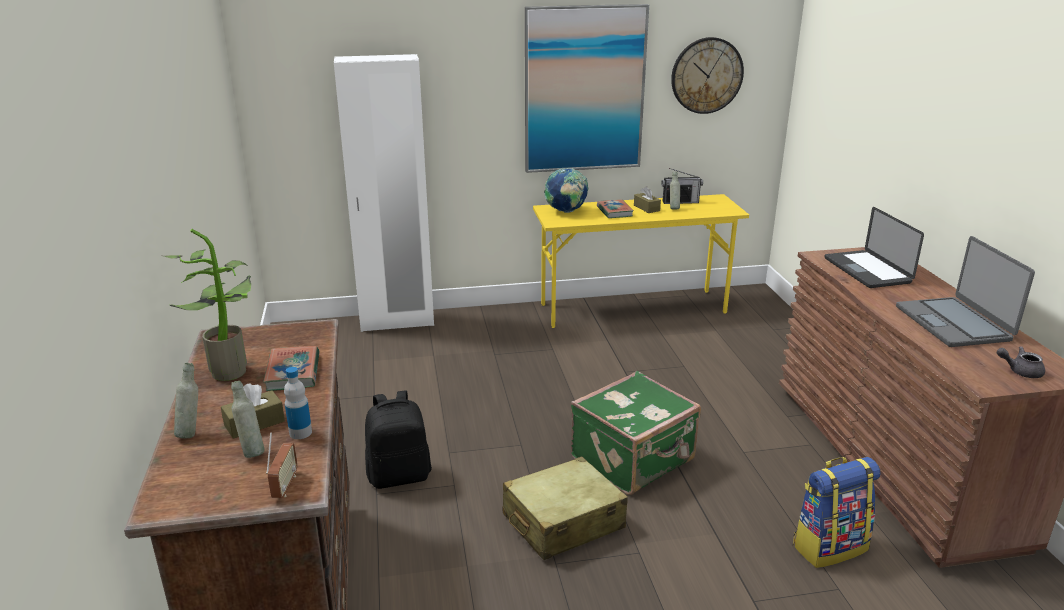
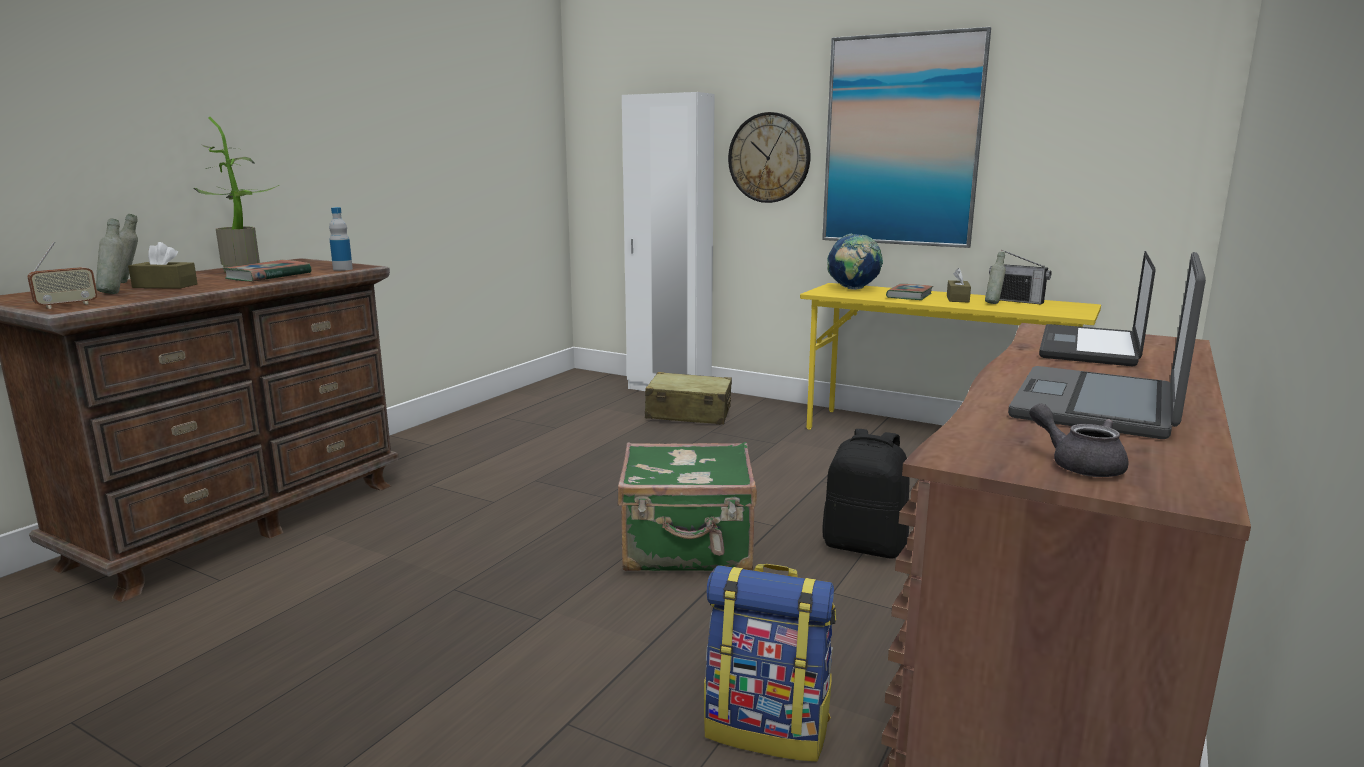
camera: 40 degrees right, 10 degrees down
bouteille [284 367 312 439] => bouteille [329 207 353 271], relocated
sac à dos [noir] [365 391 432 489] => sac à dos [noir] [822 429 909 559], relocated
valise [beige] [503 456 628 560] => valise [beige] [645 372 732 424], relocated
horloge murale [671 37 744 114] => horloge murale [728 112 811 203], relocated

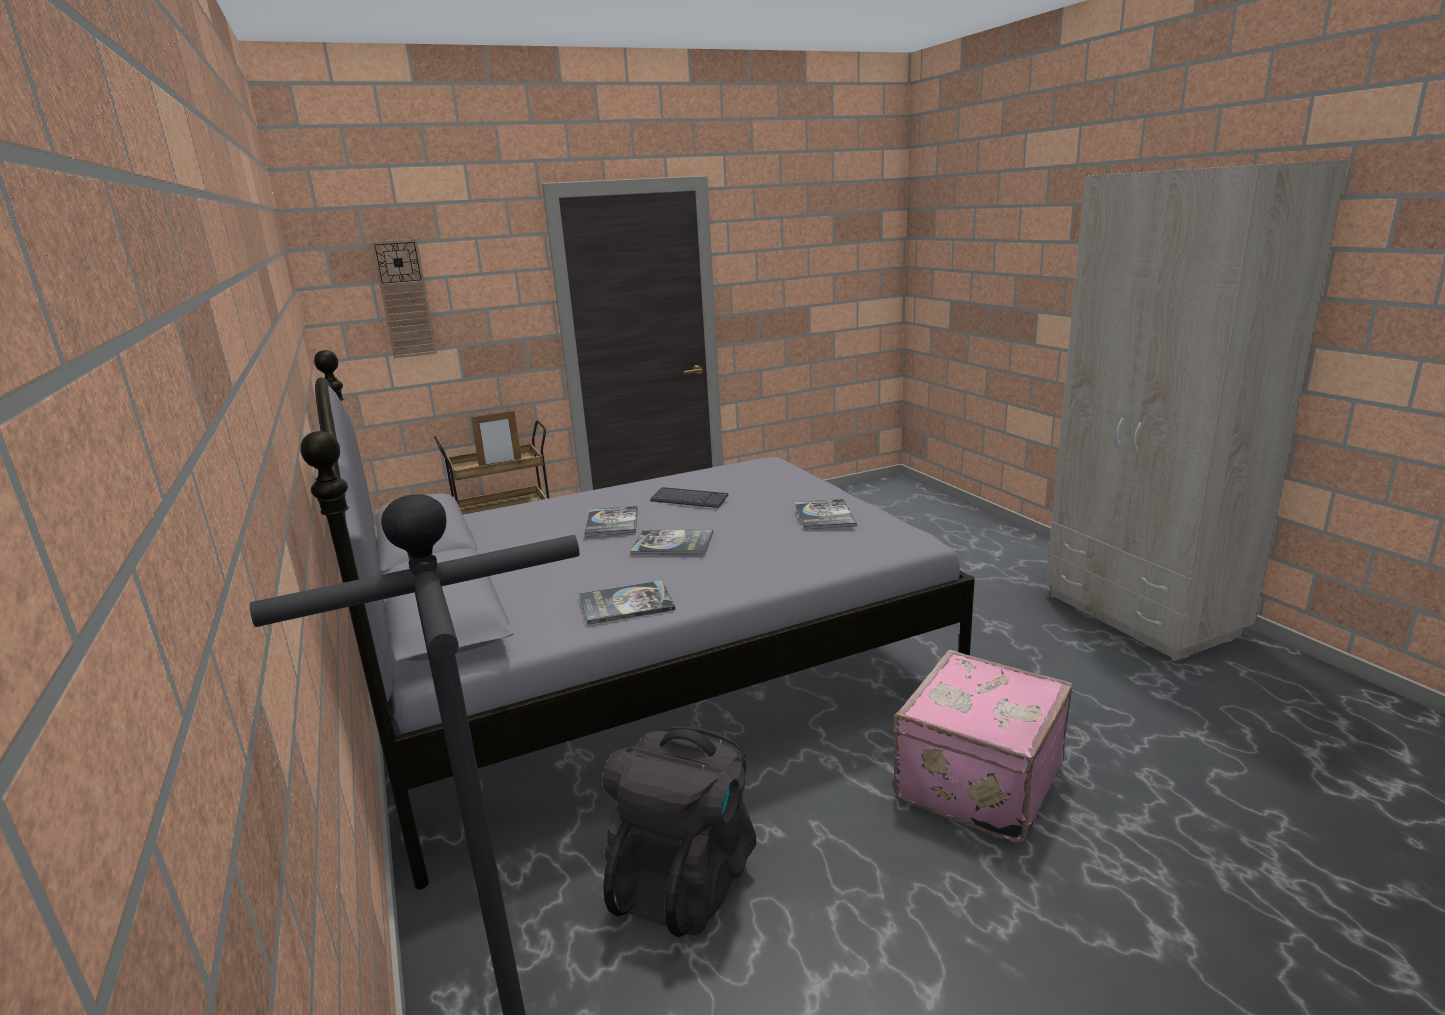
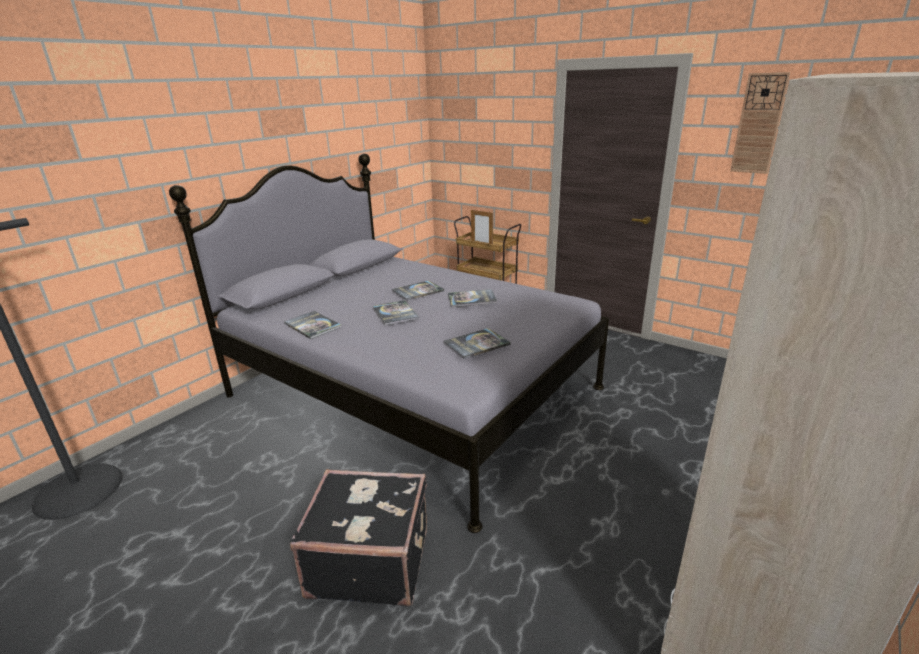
camera: 60 degrees right, 5 degrees up
horloge murale [371 239 437 358] => horloge murale [730 72 790 174], relocated
sac à dos [noir] [602 726 756 937] => nothing
clavier [650 487 729 508] => livre [448 289 497 307]
valise [rose] [893 650 1073 844] => valise [noir] [290 469 427 606]

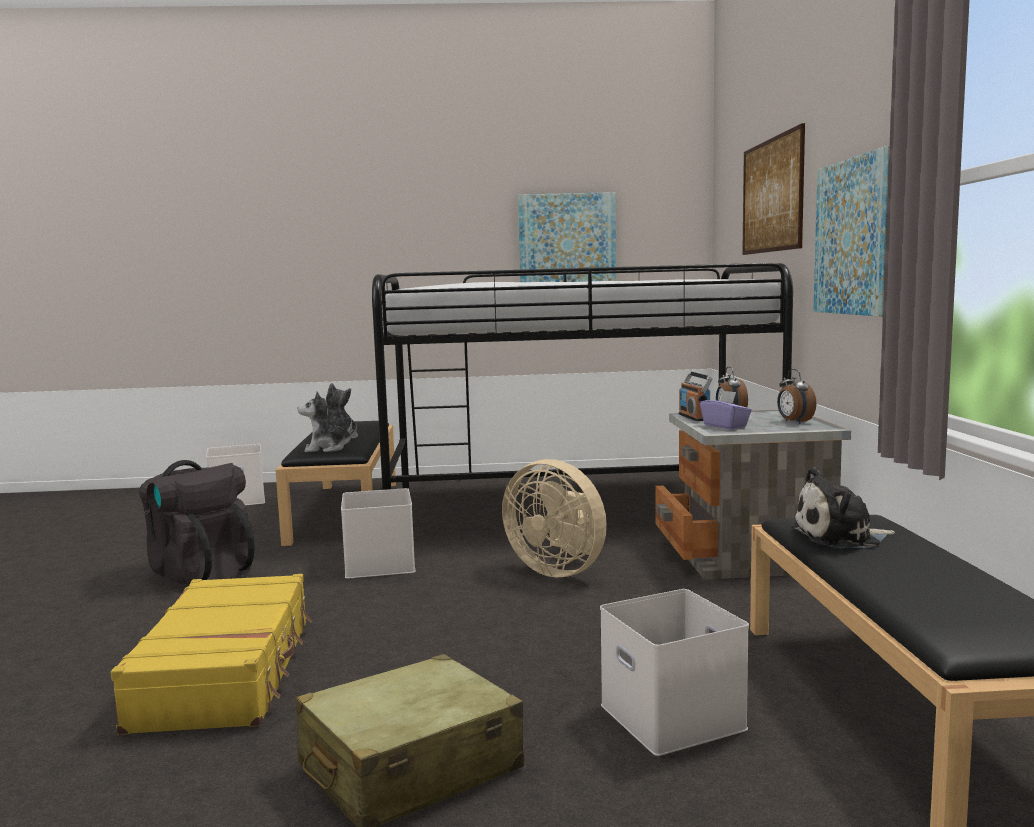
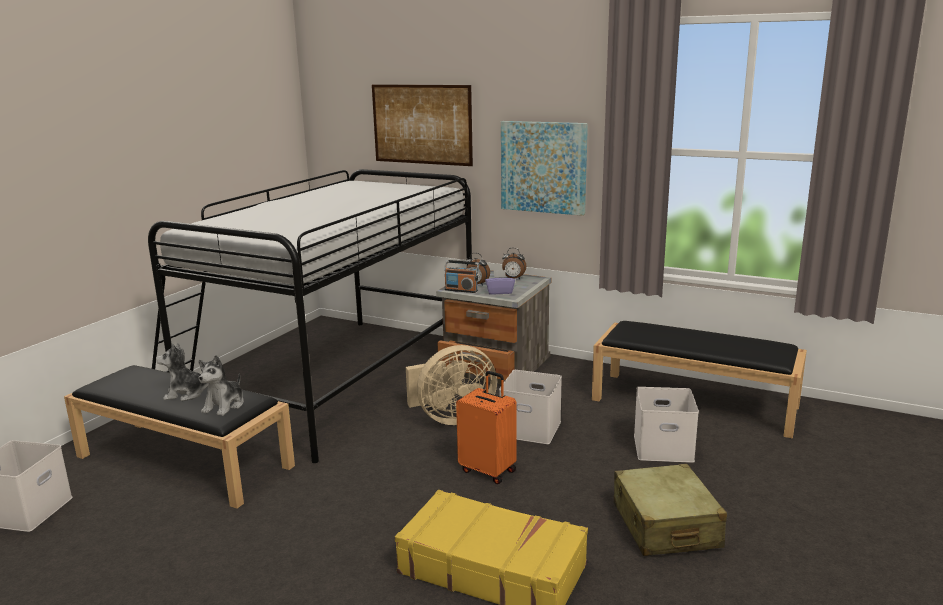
camera: 60 degrees left, 10 degrees up
sac à dos [noir] [139 460 255 585] => nothing
boîte de rangement [blanc] [341 488 415 579] => boîte de rangement [blanc] [499 370 562 444], relocated
tableau [518 192 616 282] => nothing
peluche [791 467 895 548] => nothing
nothing => valise [orange] [456 371 516 484]

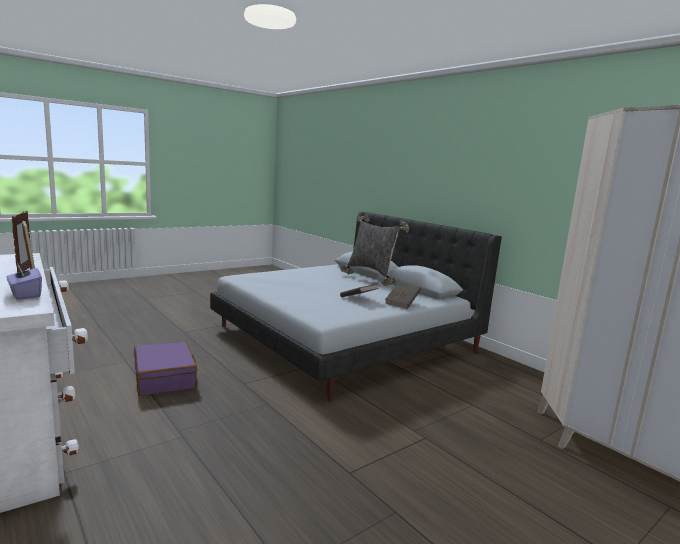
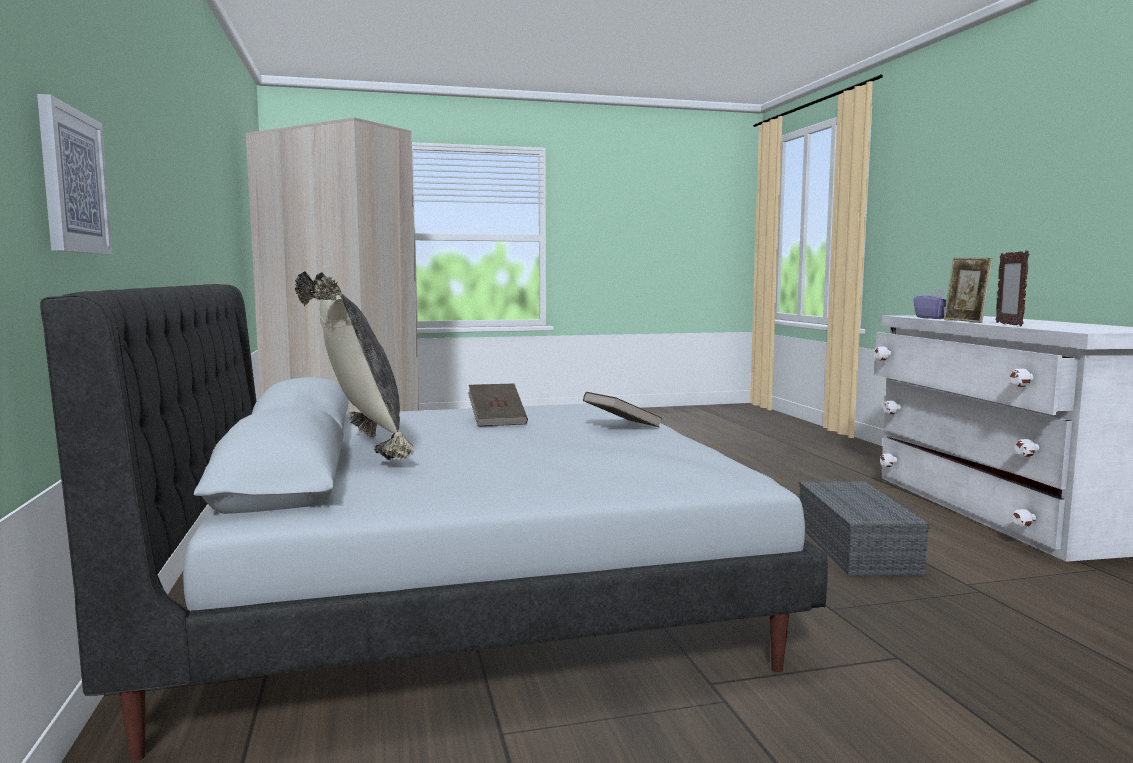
camera: 155 degrees left, 5 degrees down
valise [violet] [134 341 197 396] => boîte de rangement [gris] [799 481 930 575]
livre [marron] [385 282 421 309] => livre [marron] [583 392 663 428], relocated
nothing => tableau [37 94 112 254]

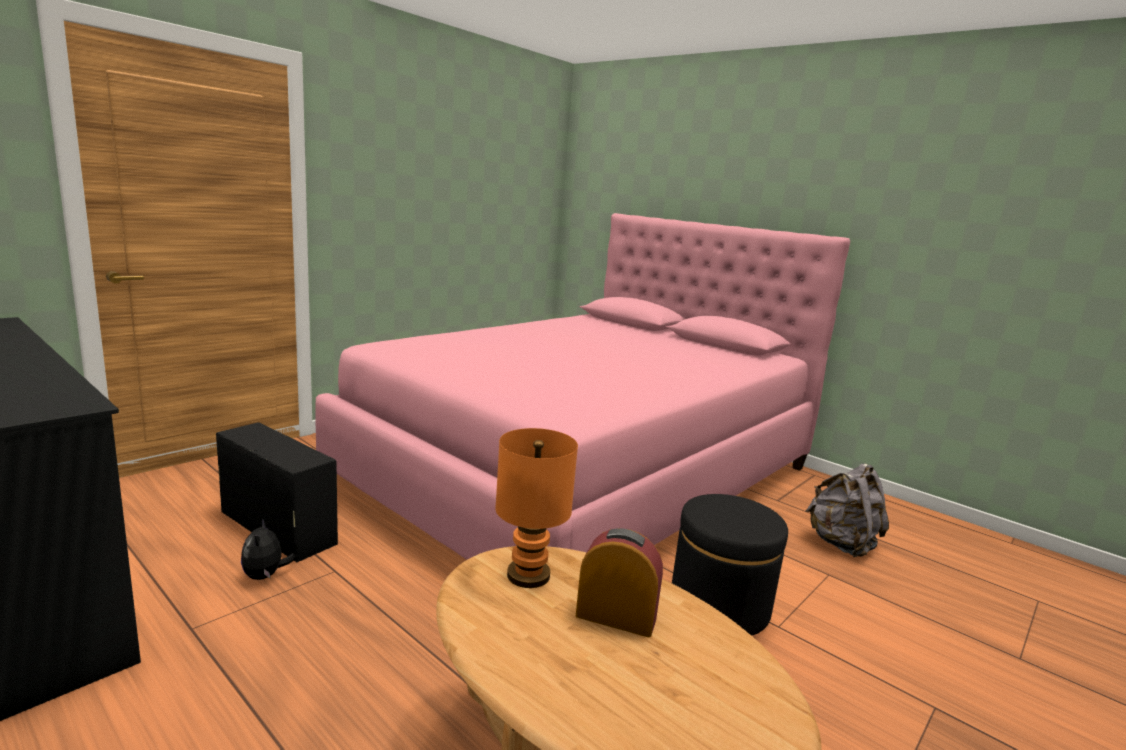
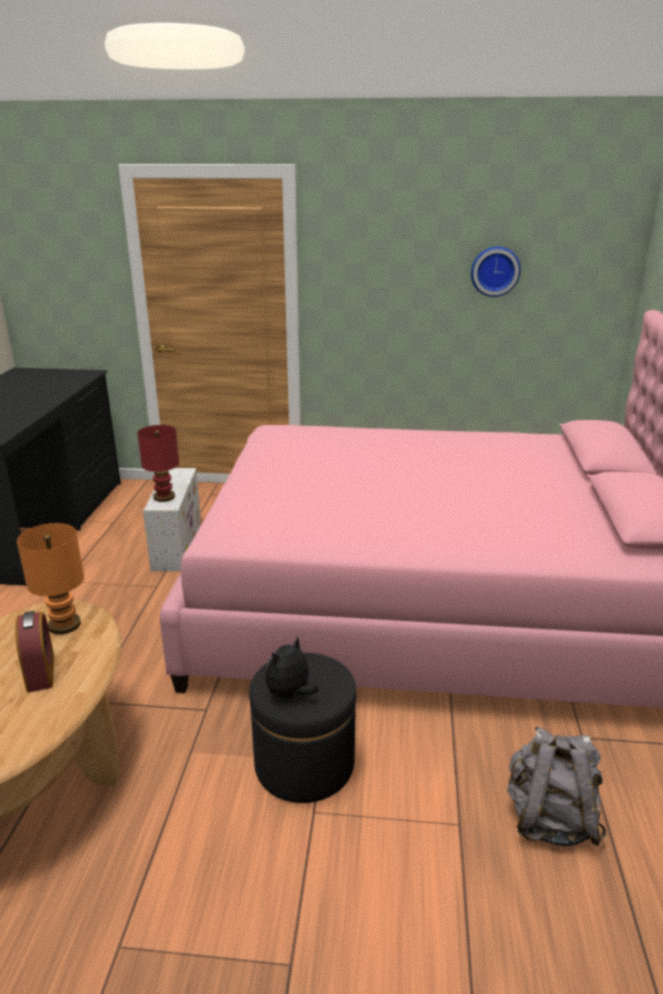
camera: 55 degrees right, 10 degrees up
boîte de rangement [noir] [216 422 338 563] => boîte de rangement [blanc] [143 468 201 571]
peluche [241 519 296 580] => peluche [265 636 319 700], relocated
nothing => lampe de table [rouge] [137 425 179 502]
nothing => horloge murale [471 246 521 297]

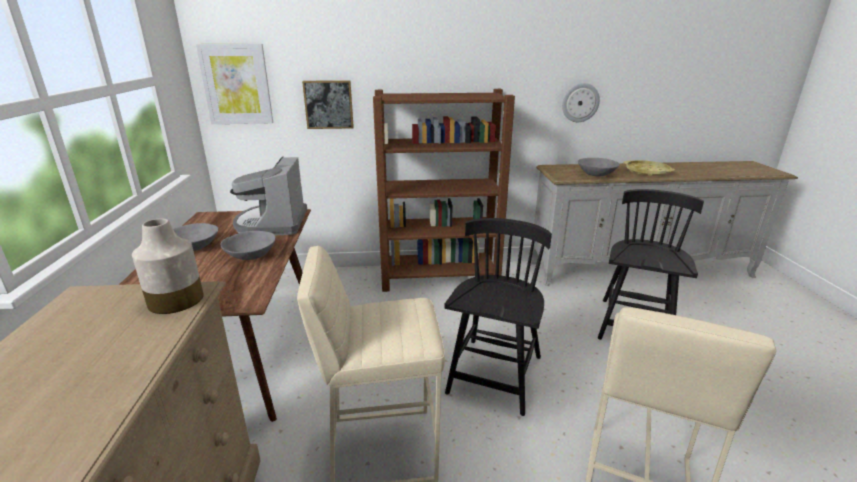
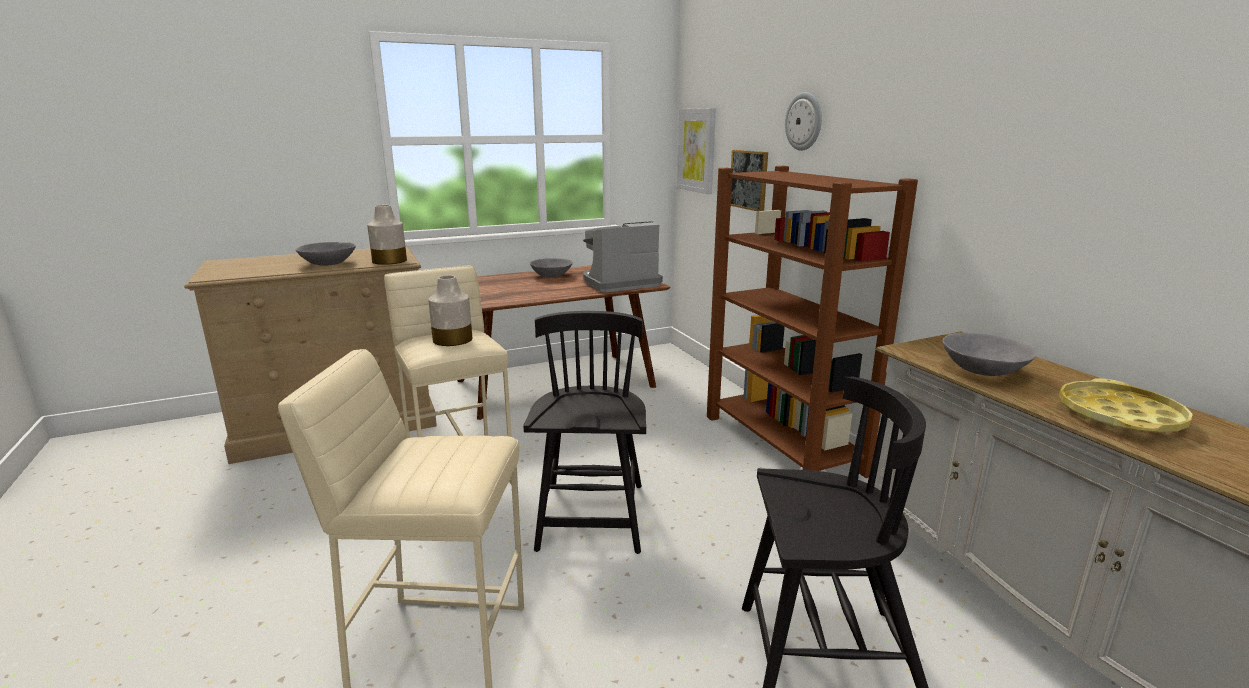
camera: 70 degrees right, 5 degrees down
bol [gris] [220 231 275 260] => bol [gris] [296 242 356 266], relocated
chaise [noir] [445 218 552 416] => chaise [noir] [523 311 646 554], 90 degrees counterclockwise
horloge murale [562 83 600 122] => horloge murale [785 92 822 151], relocated
nothing => vase [beige] [428 275 473 346]

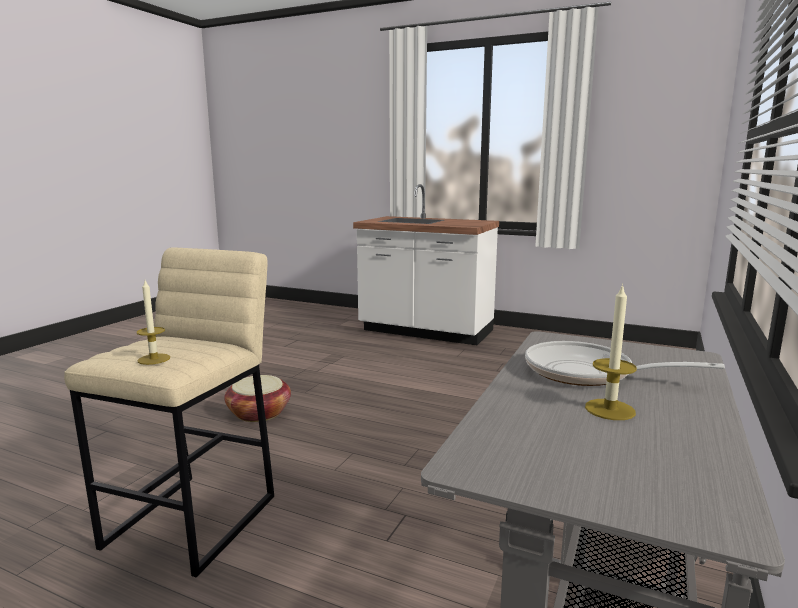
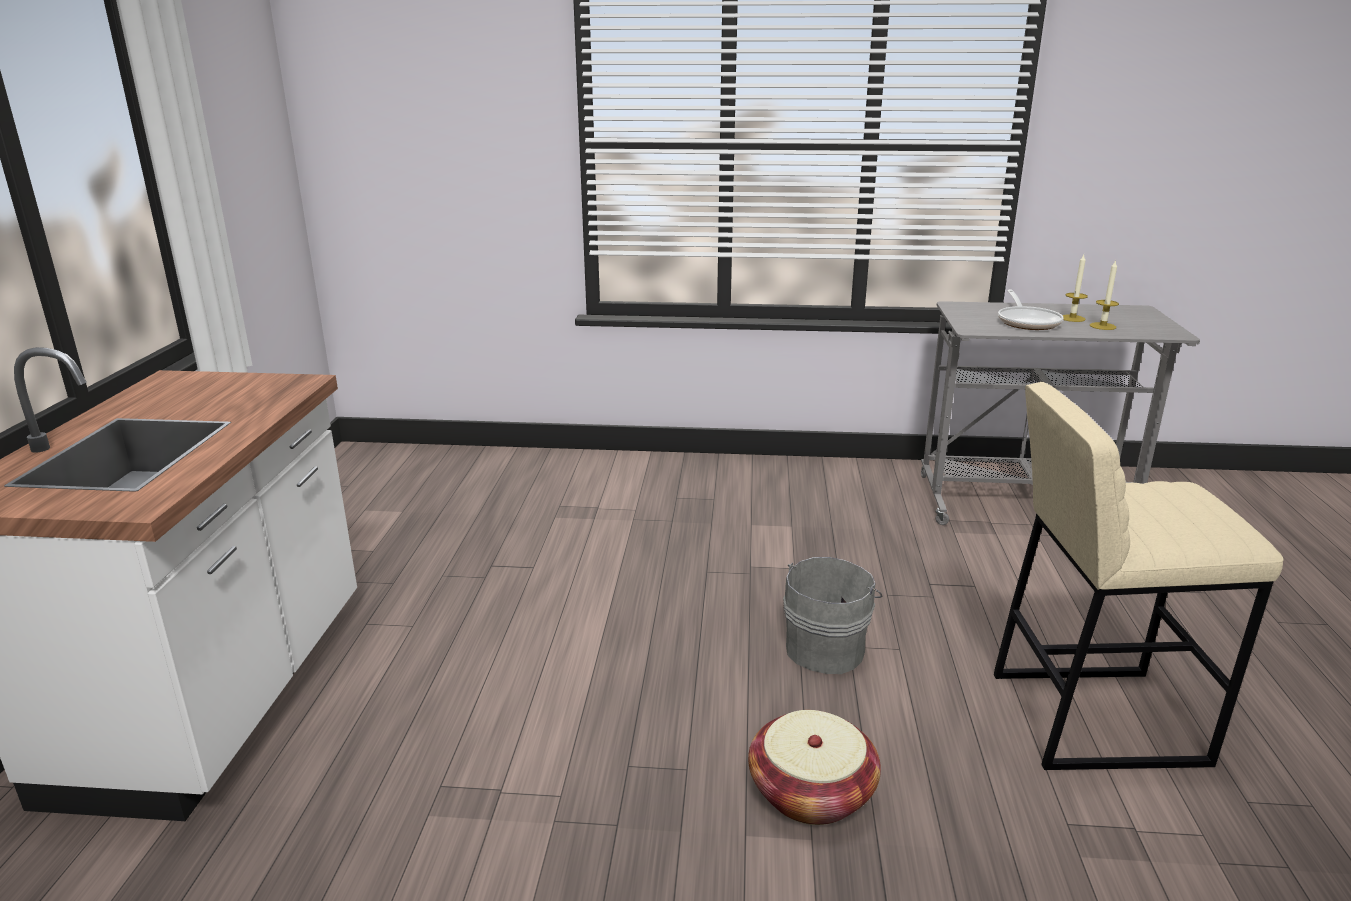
camera: 110 degrees left, 10 degrees up
bougie [137 280 170 365] => bougie [1090 260 1119 330], relocated
nothing => seau [gris] [783 557 882 674]

